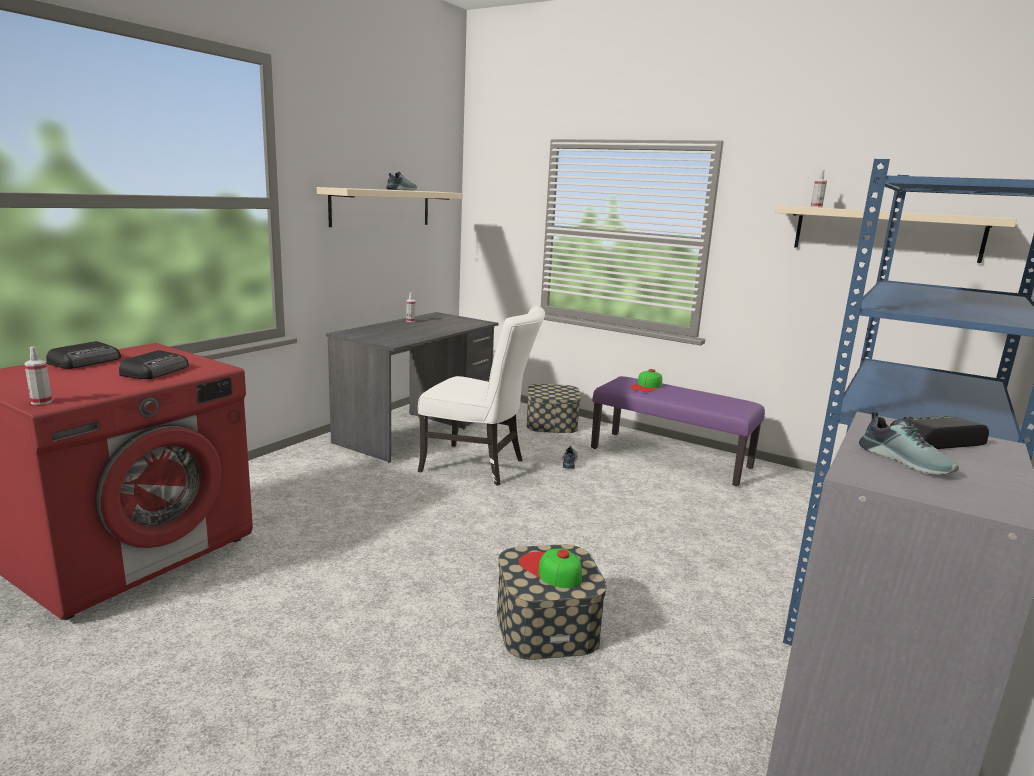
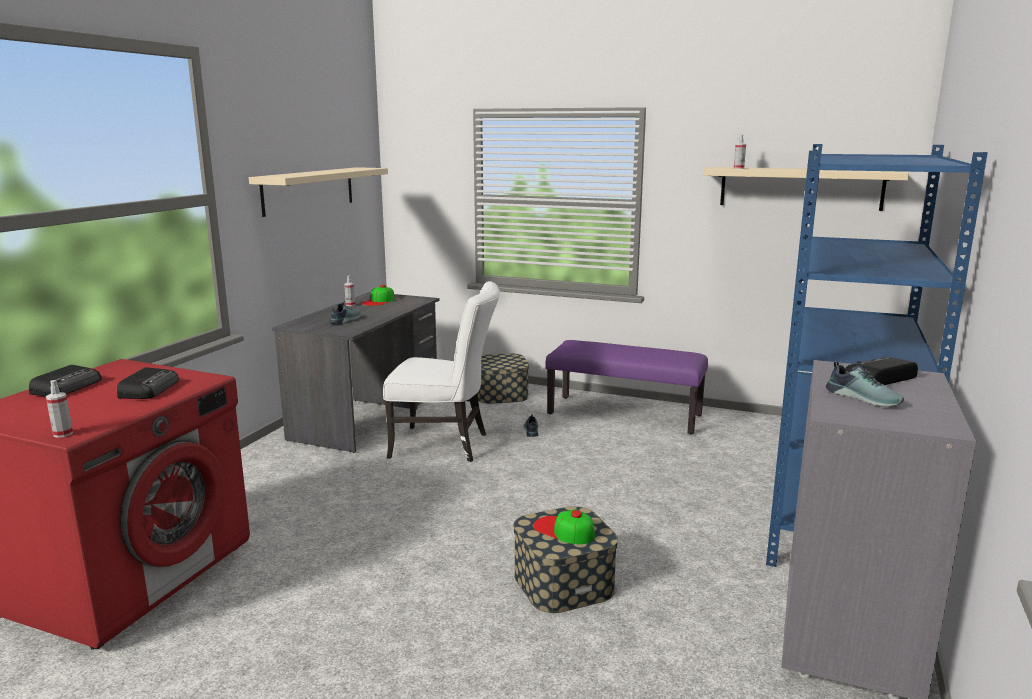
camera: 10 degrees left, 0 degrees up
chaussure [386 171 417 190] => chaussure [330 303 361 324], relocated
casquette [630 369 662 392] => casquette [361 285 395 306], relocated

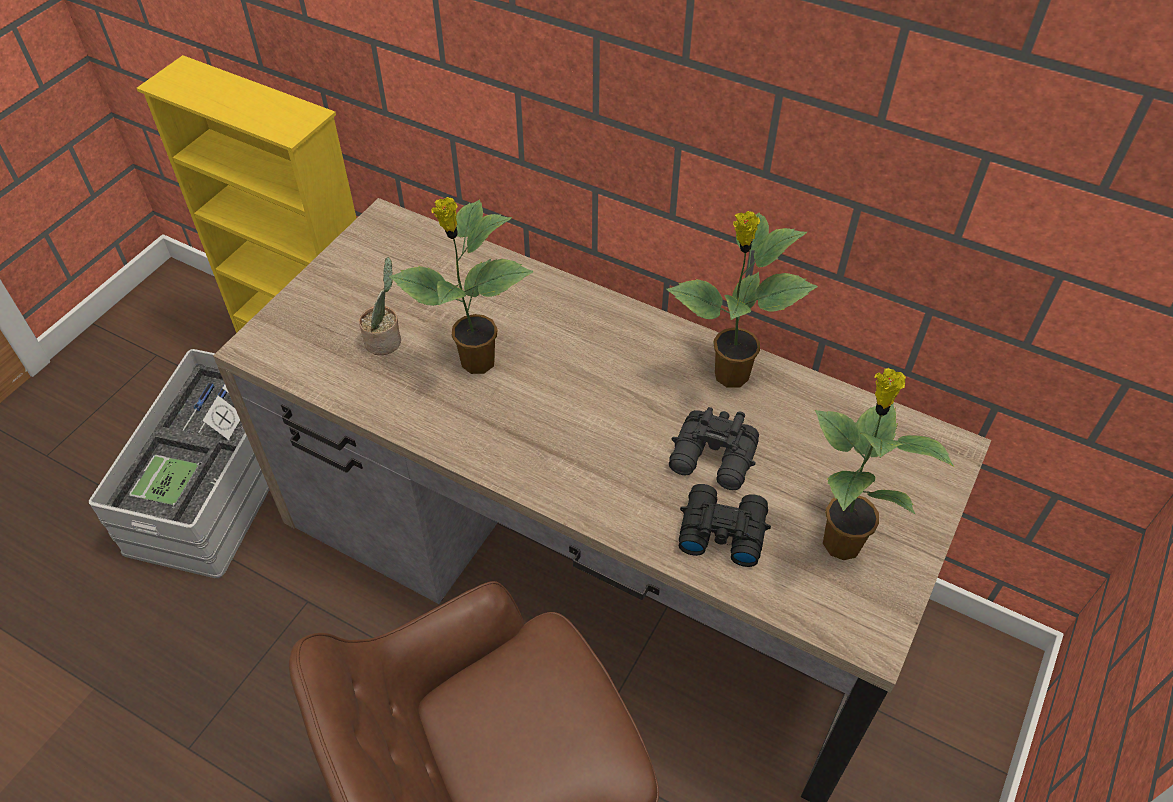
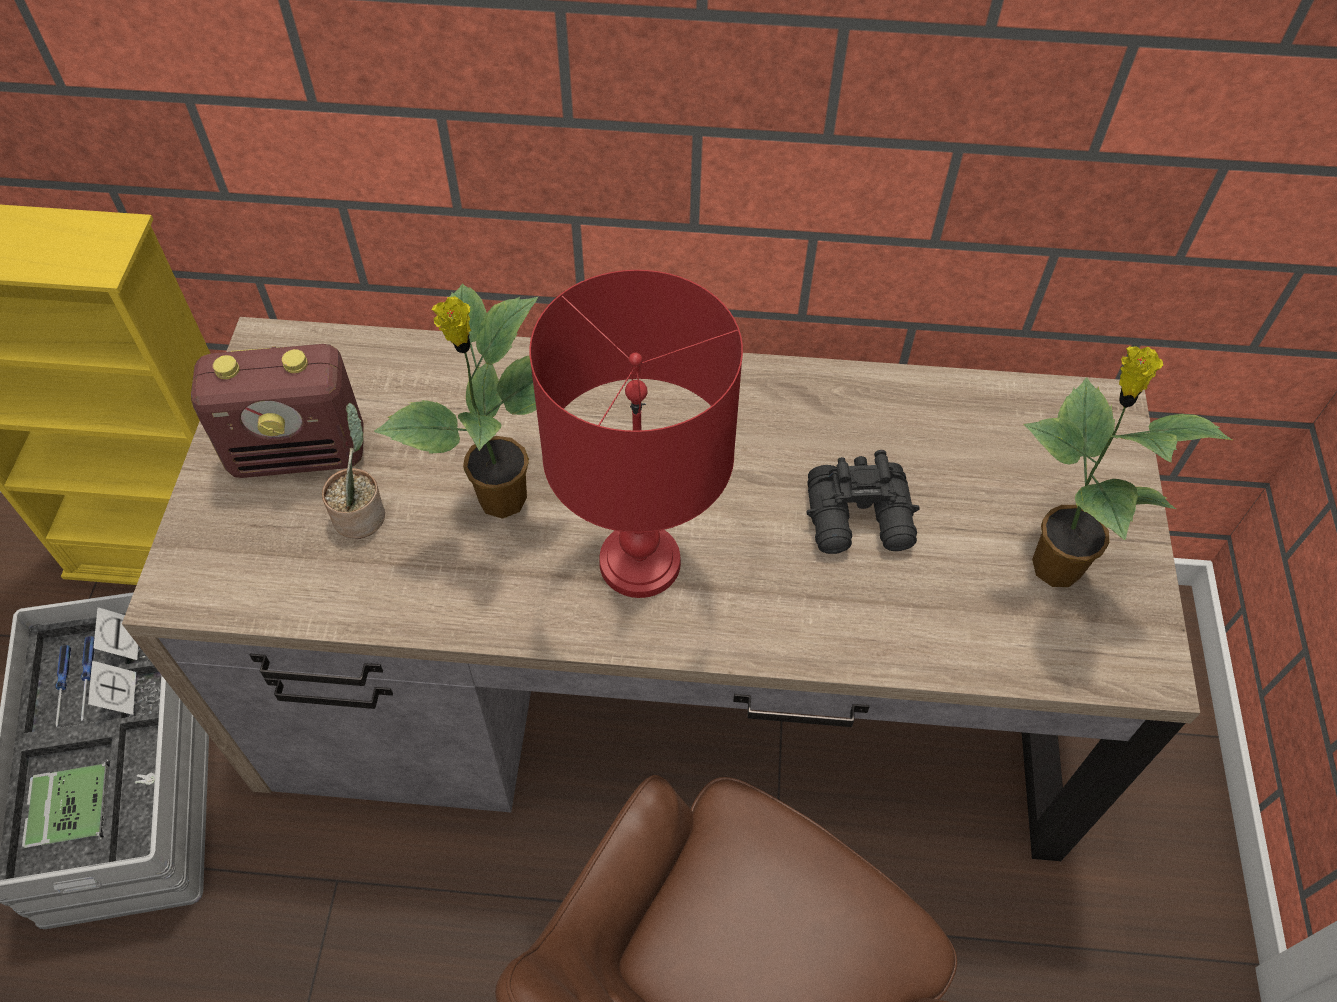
camera: 25 degrees left, 5 degrees up
plante en pot [667 211 818 388] => nothing
jumelles [noir] [679 484 771 567] => nothing
nothing => radio [191 344 364 478]
nothing => lampe de table [rouge] [529 270 743 598]

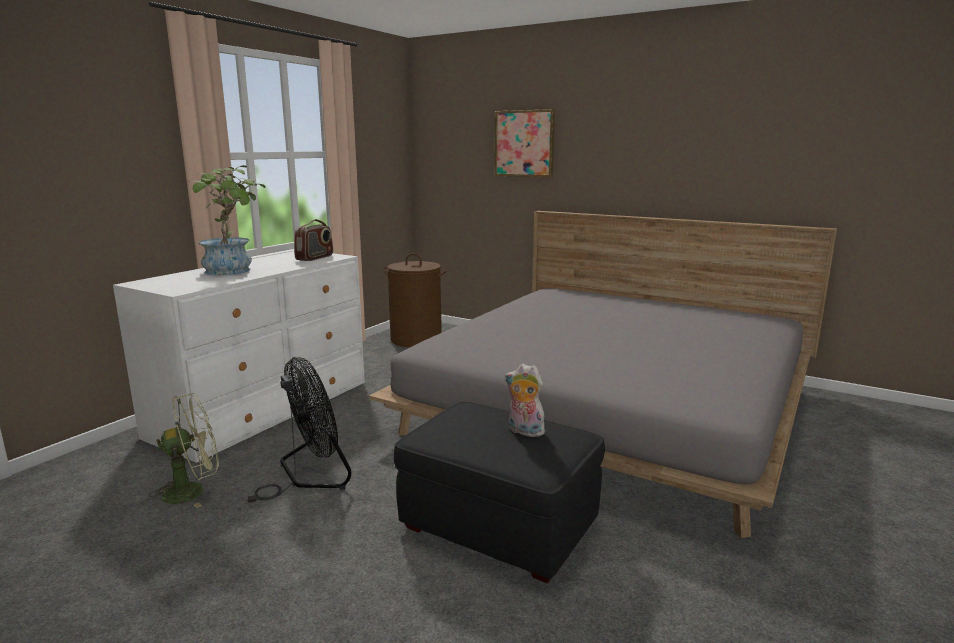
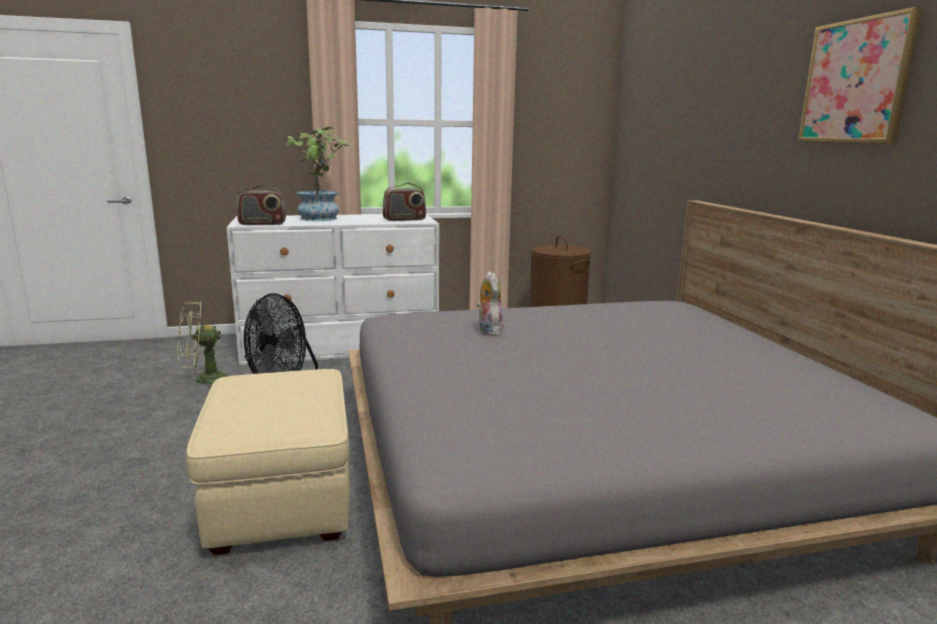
camera: 45 degrees right, 0 degrees up
ventilateur [vert] [149 393 219 508] => ventilateur [vert] [177 301 228 389], 135 degrees clockwise
pouf [noir] [394 402 605 583] => pouf [beige] [186 369 350 555]
tableau [495 109 555 177] => tableau [798 7 923 144], relocated
peluche [505 364 545 437] => peluche [476 271 503 336], relocated
nothing => radio [237 184 286 225]

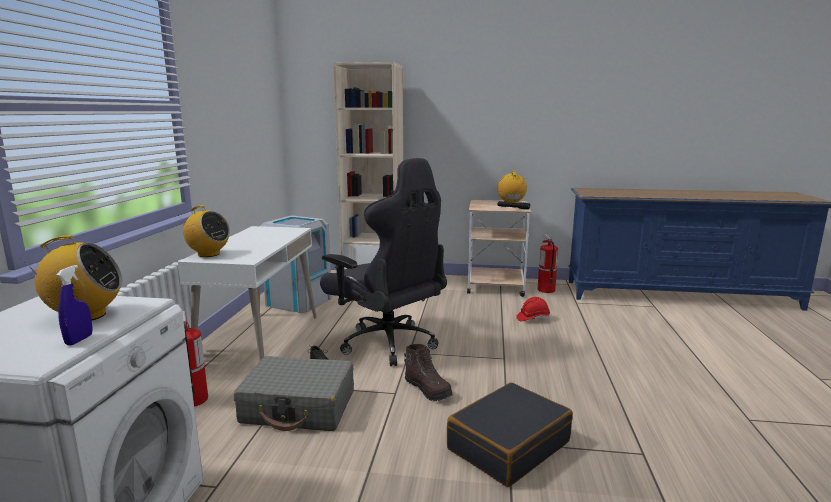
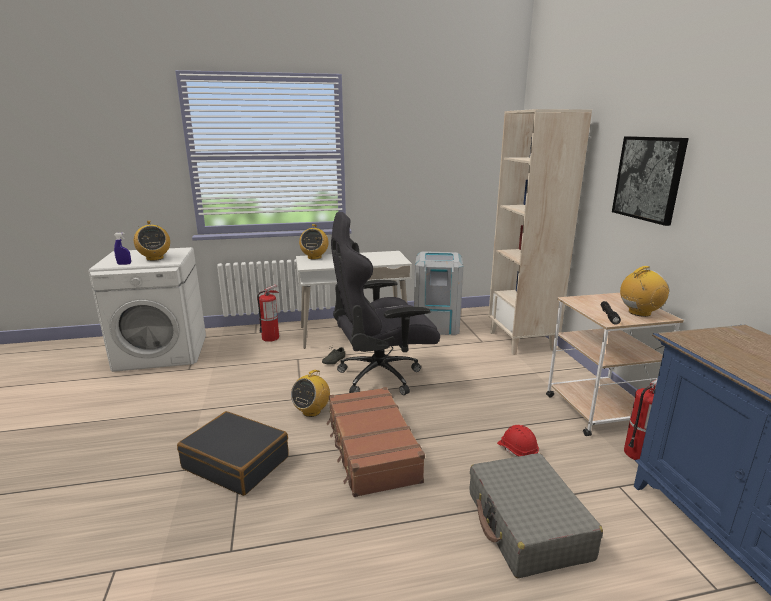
camera: 70 degrees right, 5 degrees up
valise [gris] [234 356 354 431] => valise [gris] [470 453 603 578], relocated
chaise de bureau [noir] [320 158 447 366] => chaise de bureau [noir] [331 212 440 395], 45 degrees clockwise
botte [marron] [404 344 453 401] => radio [291 369 330 417]
nothing => valise [marron] [326 387 425 497]
nothing => tableau [612 136 689 226]

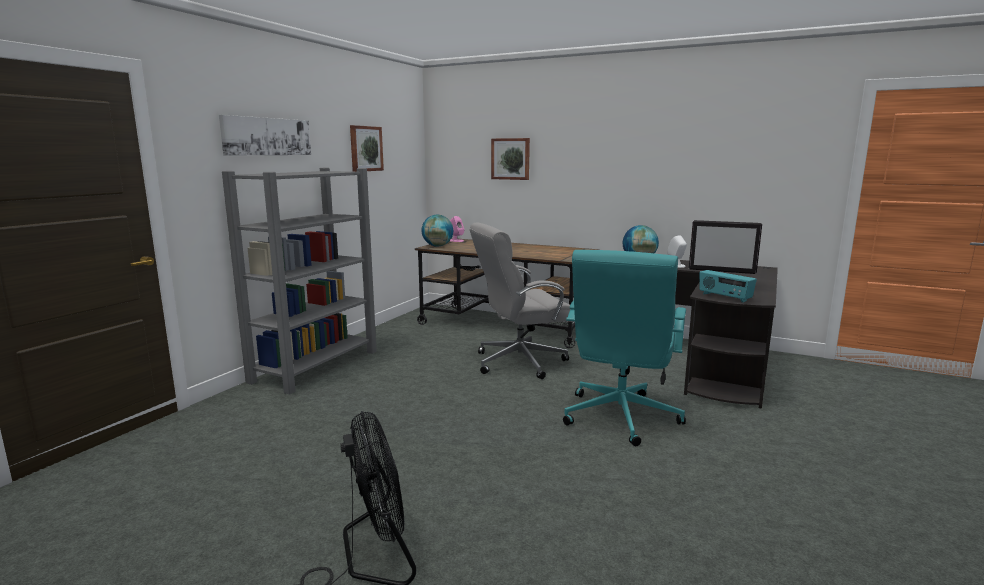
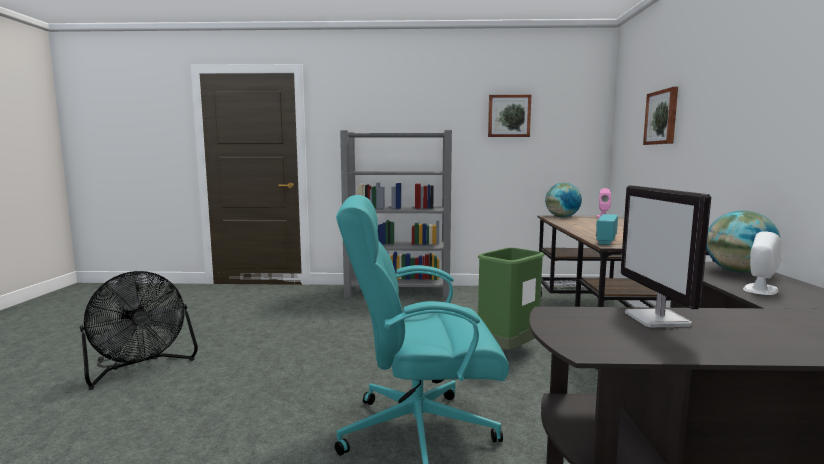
camera: 65 degrees right, 5 degrees down
tableau [219 115 311 156] => nothing
chaise de bureau [gris] [470 222 574 379] => poubelle [vert] [478 248 544 350]
radio [699 270 757 303] => radio [596 214 618 245], relocated

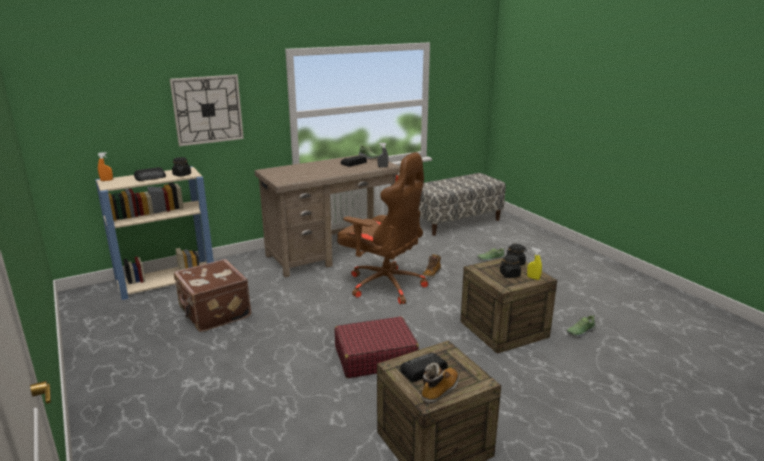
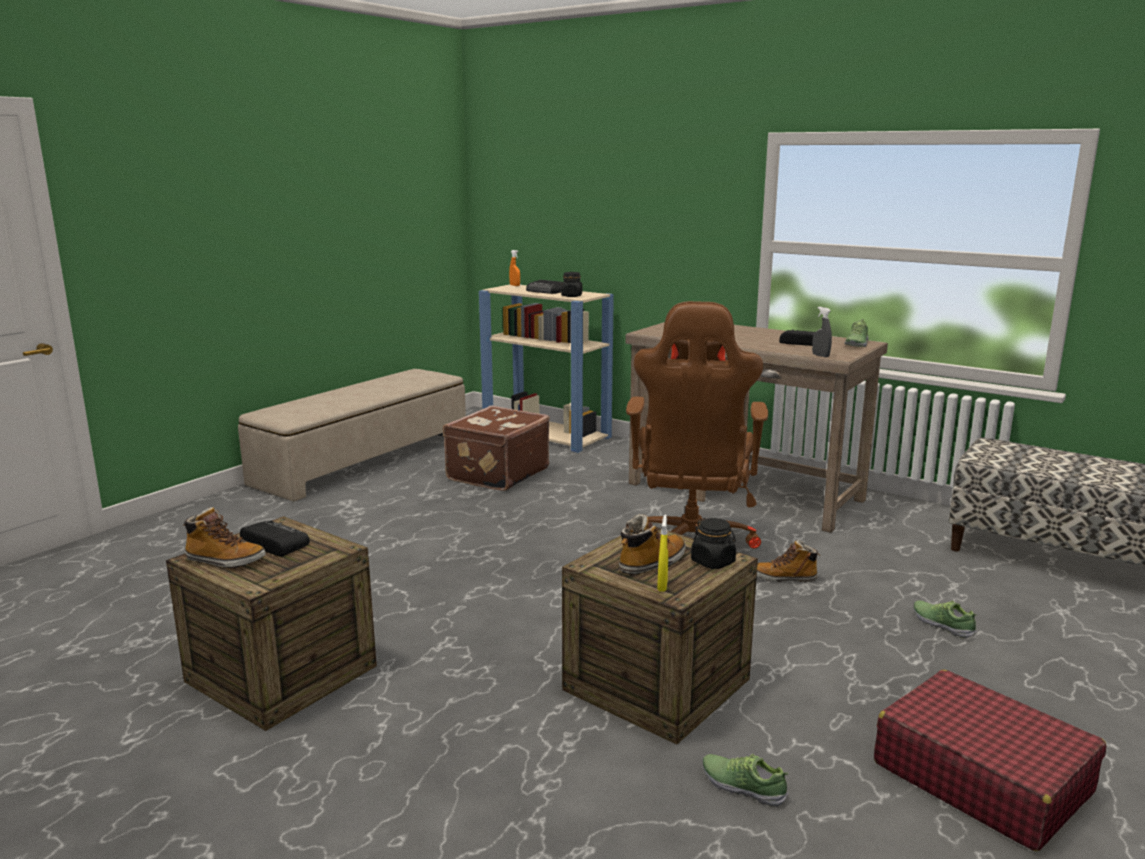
camera: 65 degrees right, 5 degrees down
horloge murale [170 75 244 146] => nothing
valise [rouge] [335 316 419 378] => valise [rouge] [874 670 1106 851], relocated
bocal [noir] [500 254 522 278] => botte [619 514 686 574]
nothing => banc [beige] [238 369 466 502]

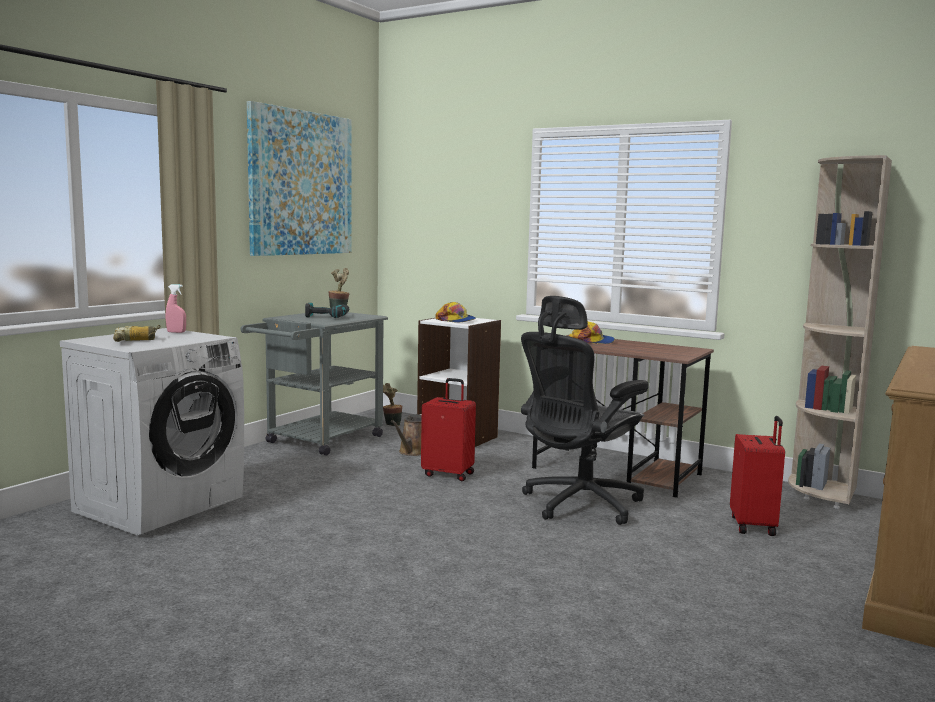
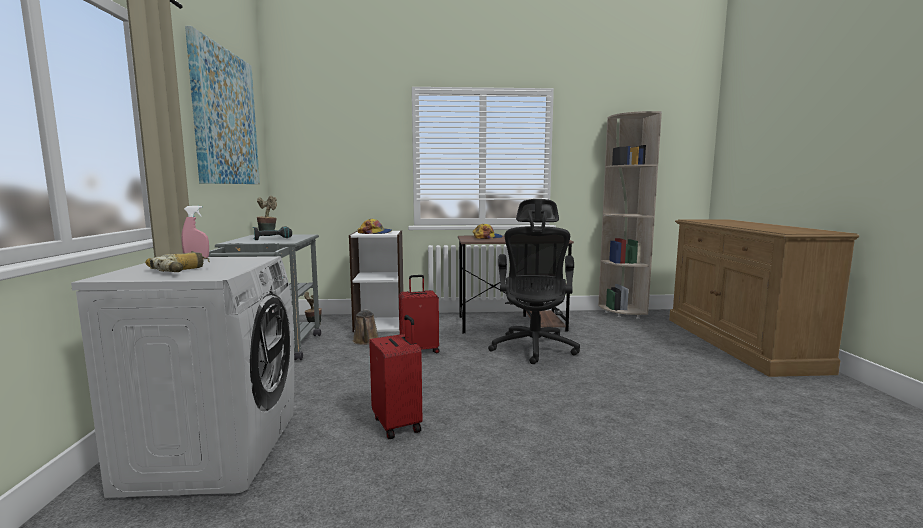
camera: 35 degrees left, 0 degrees up
valise [rouge] [730 416 785 536] => valise [rouge] [369 315 422 439], relocated

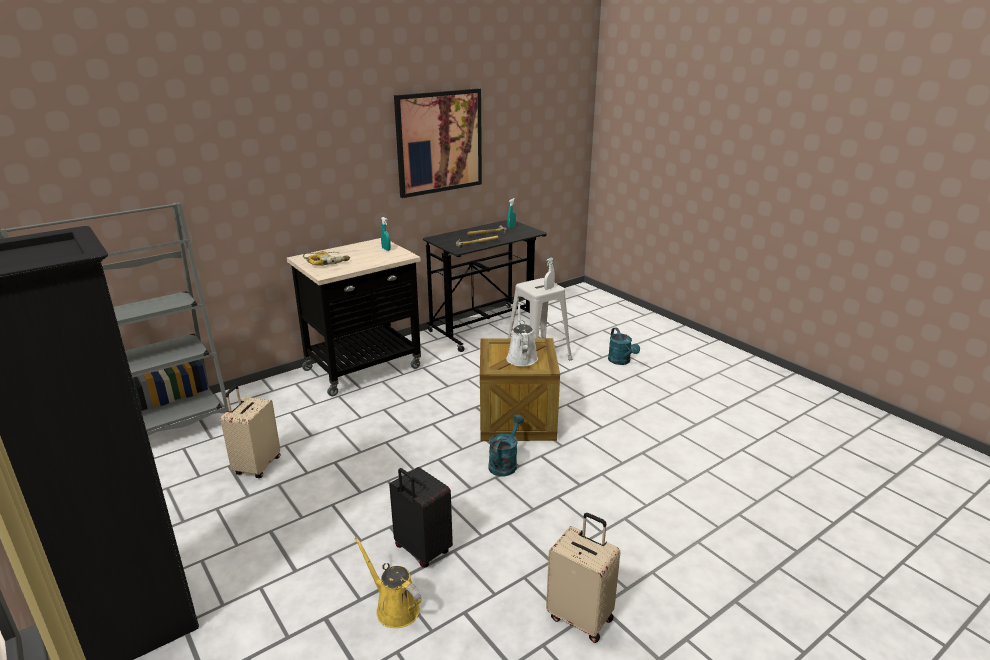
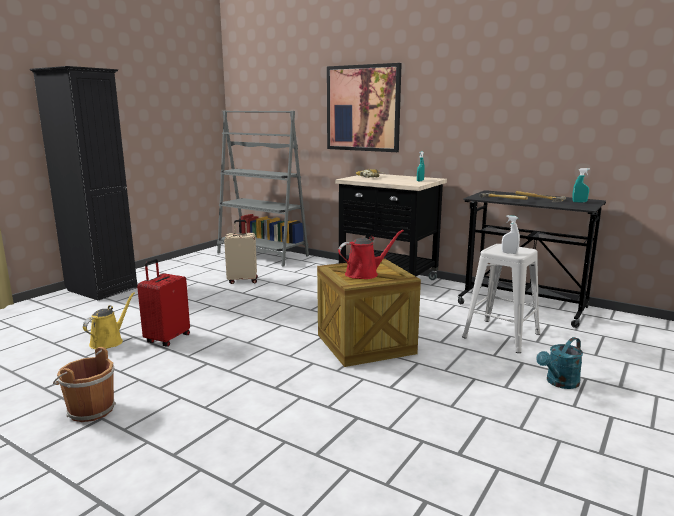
camera: 70 degrees right, 10 degrees down
valise [noir] [389 467 453 568] => valise [rouge] [137 259 190 347]
tableau [394 88 482 198] => tableau [327 63 402 152], relocated
arrosoir [turquoise] [488 415 524 476] => nothing
arrosoir [blanc] [506 304 538 367] => arrosoir [rouge] [338 230 404 279]
valise [beige] [546 513 620 643] => seau [marron] [53 347 116 422]

